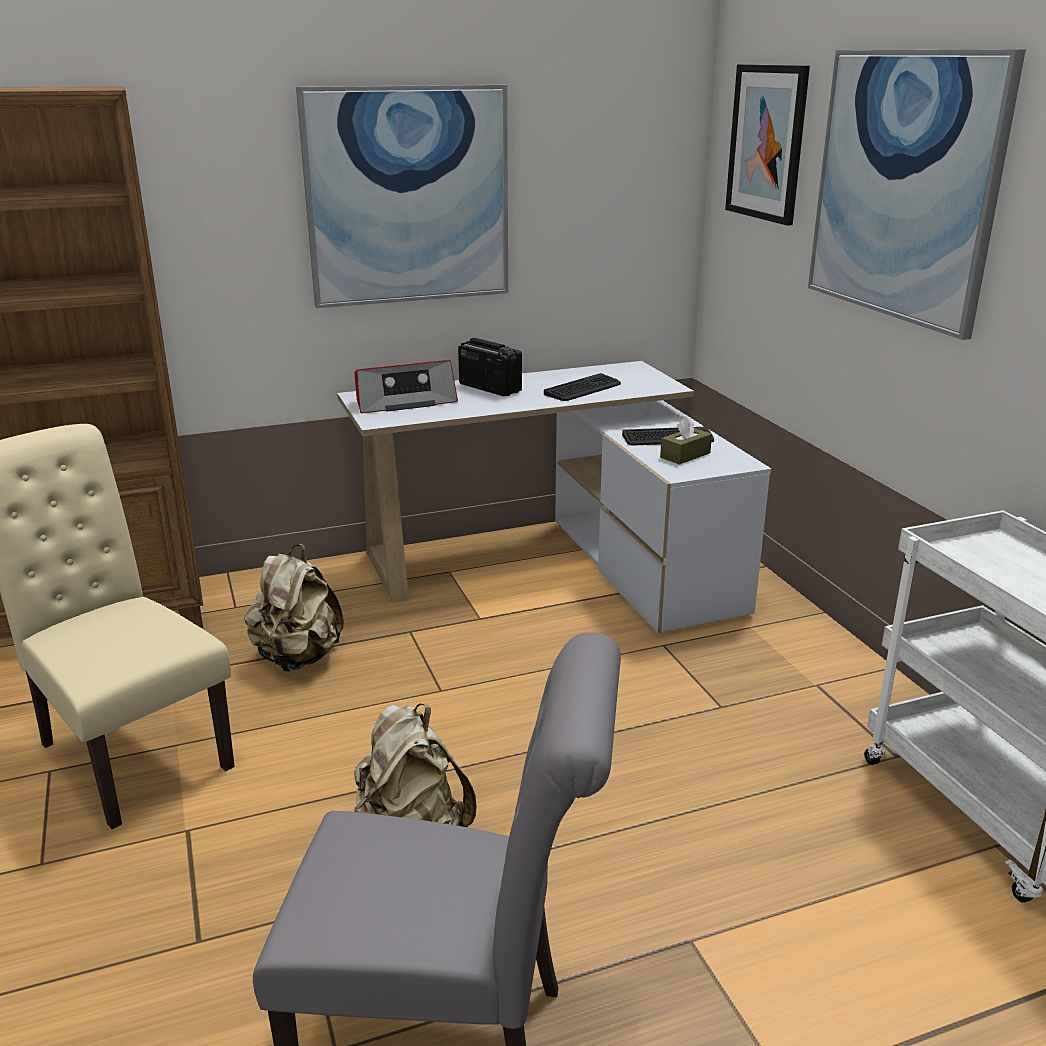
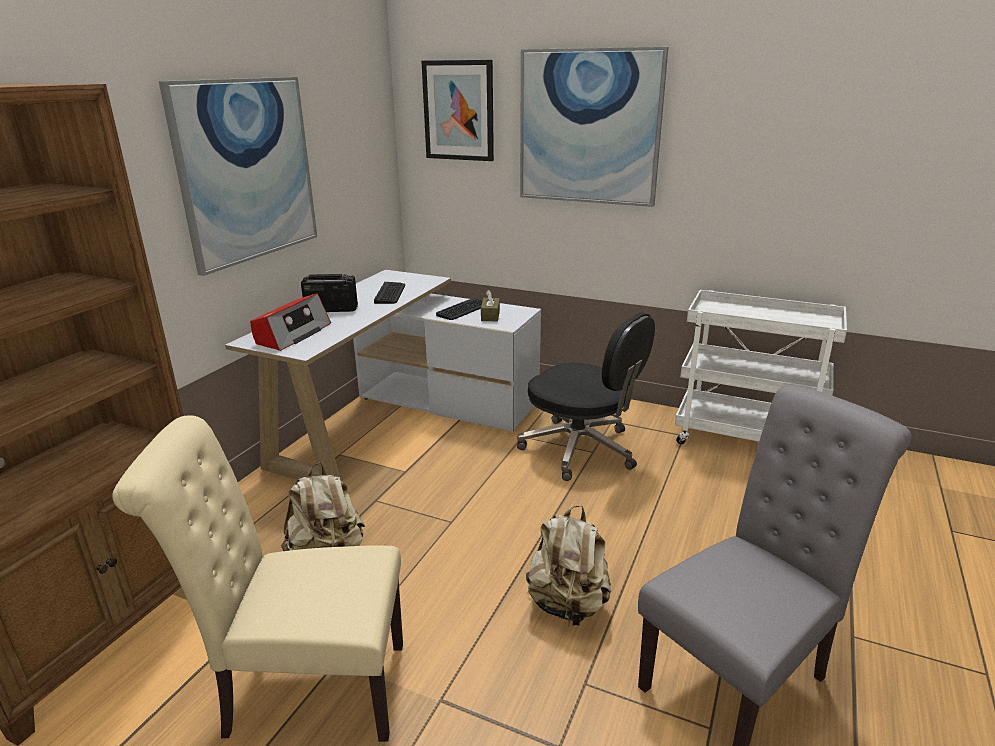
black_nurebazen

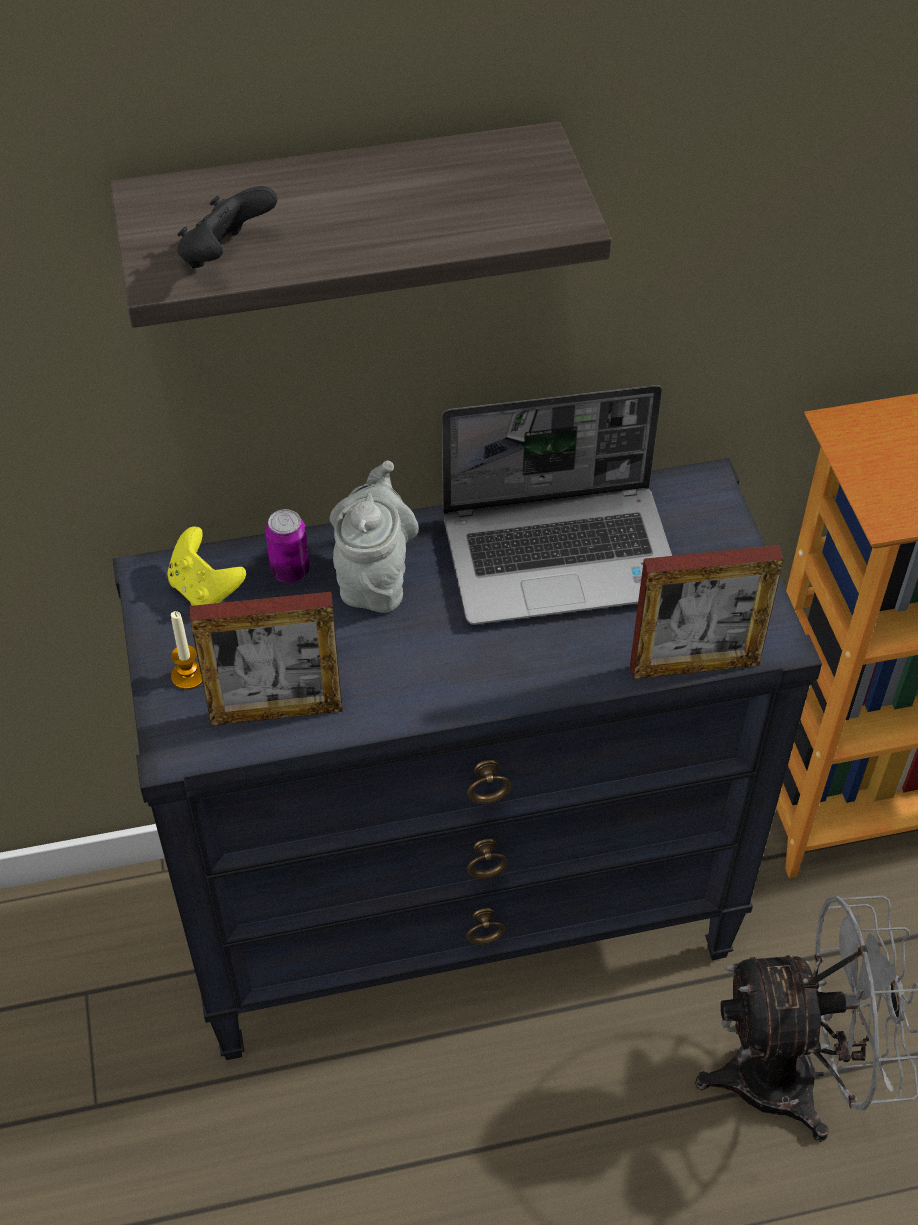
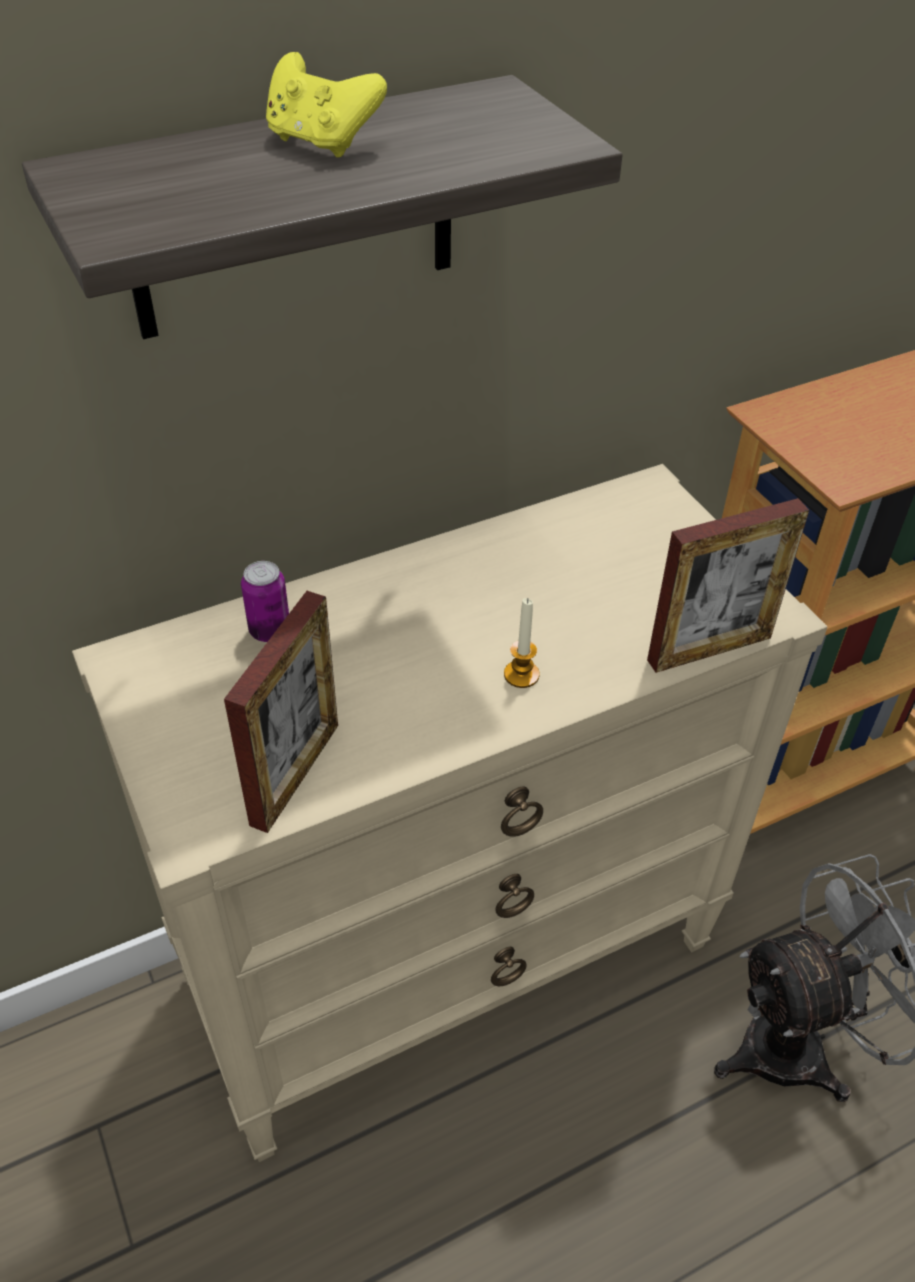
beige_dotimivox
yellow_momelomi
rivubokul
black_momelomi
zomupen (no. 1 from left)
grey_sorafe
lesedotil

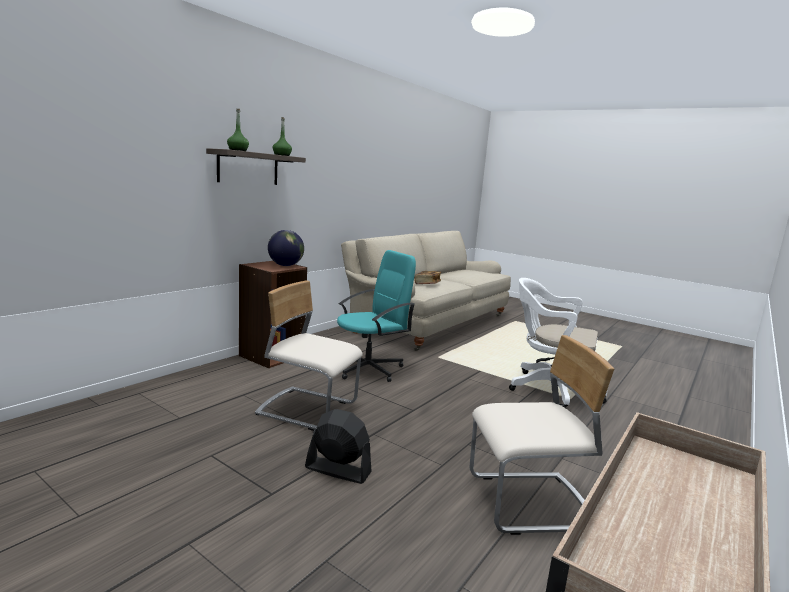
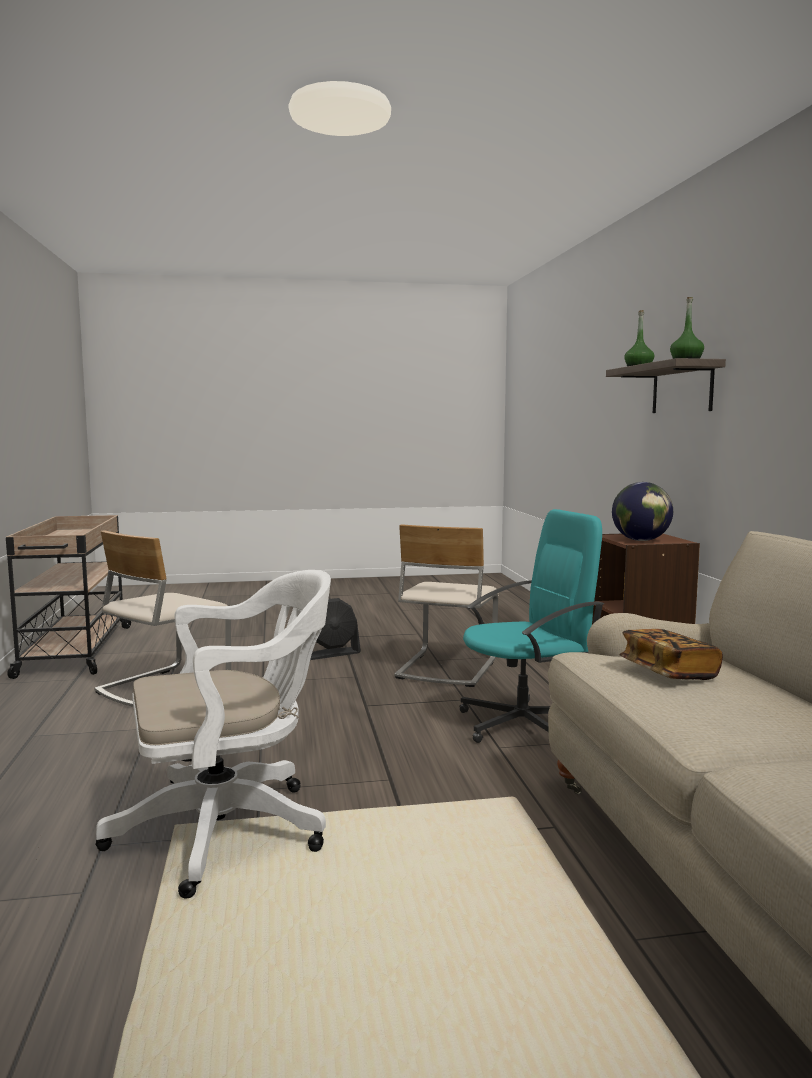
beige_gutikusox (no. 2 from left)
turquoise_nurebazen

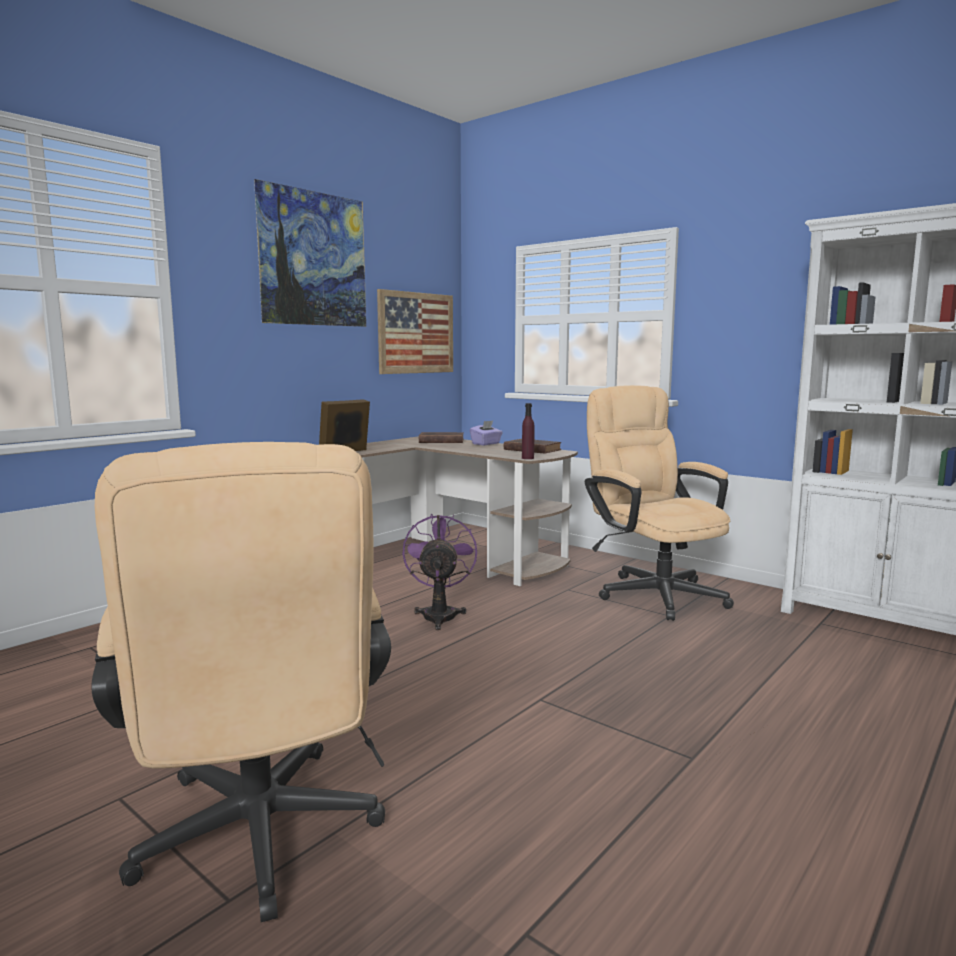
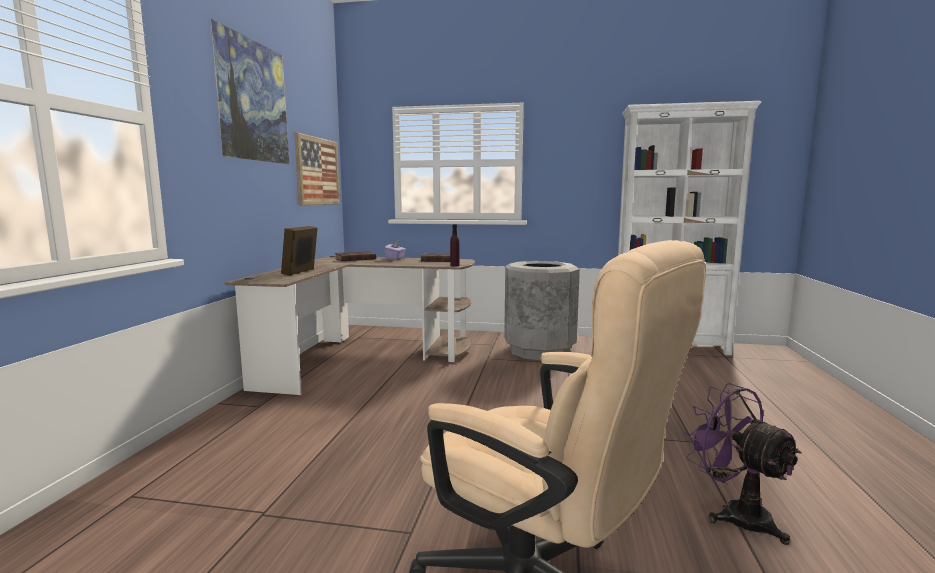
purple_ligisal
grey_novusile

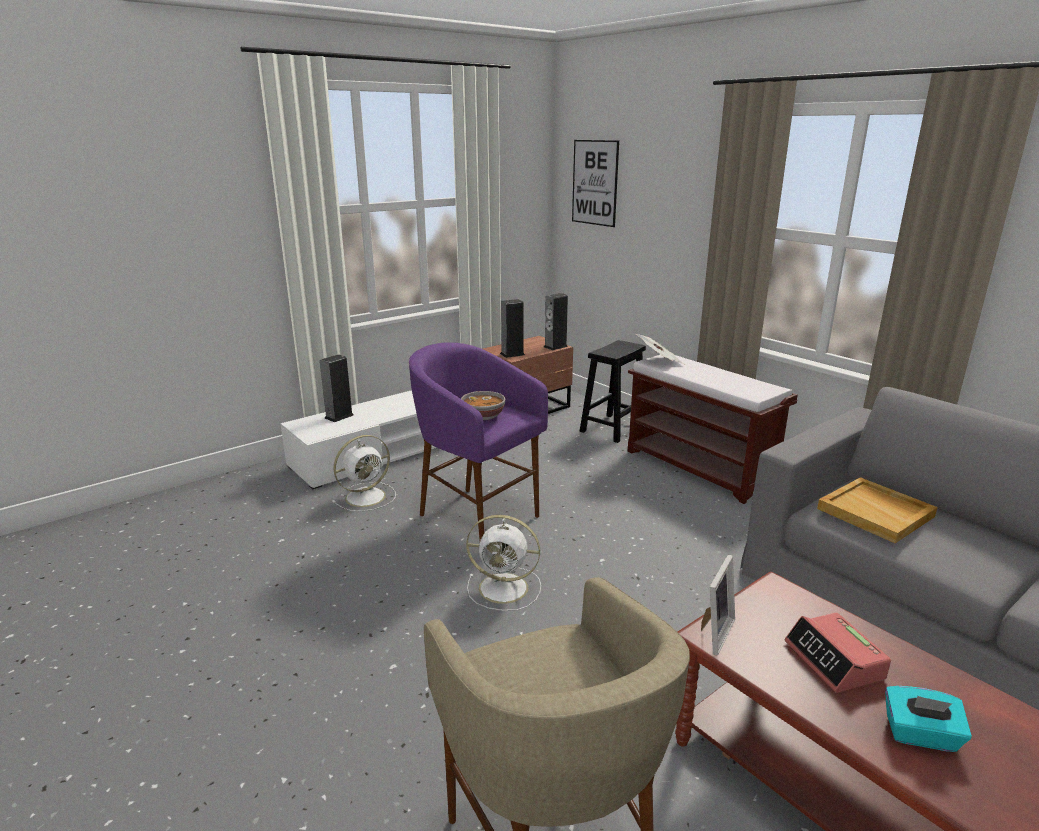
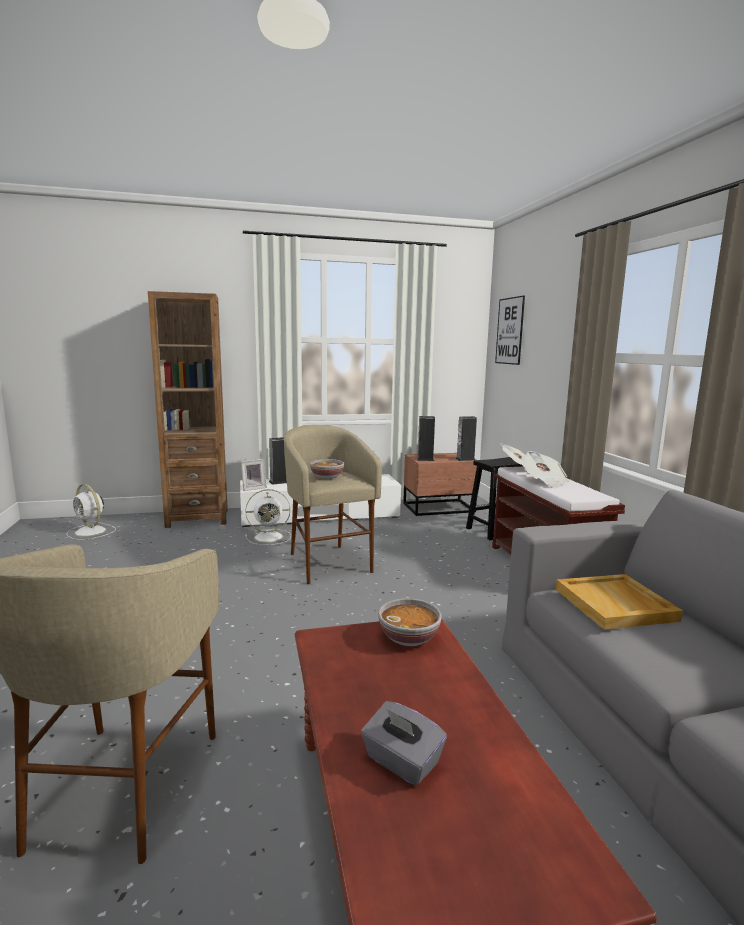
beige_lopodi (no. 2 from left)
white_ligisal (no. 1 from left)
zomupen
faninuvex
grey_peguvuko
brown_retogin
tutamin (no. 2 from left)
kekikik (no. 2 from left)

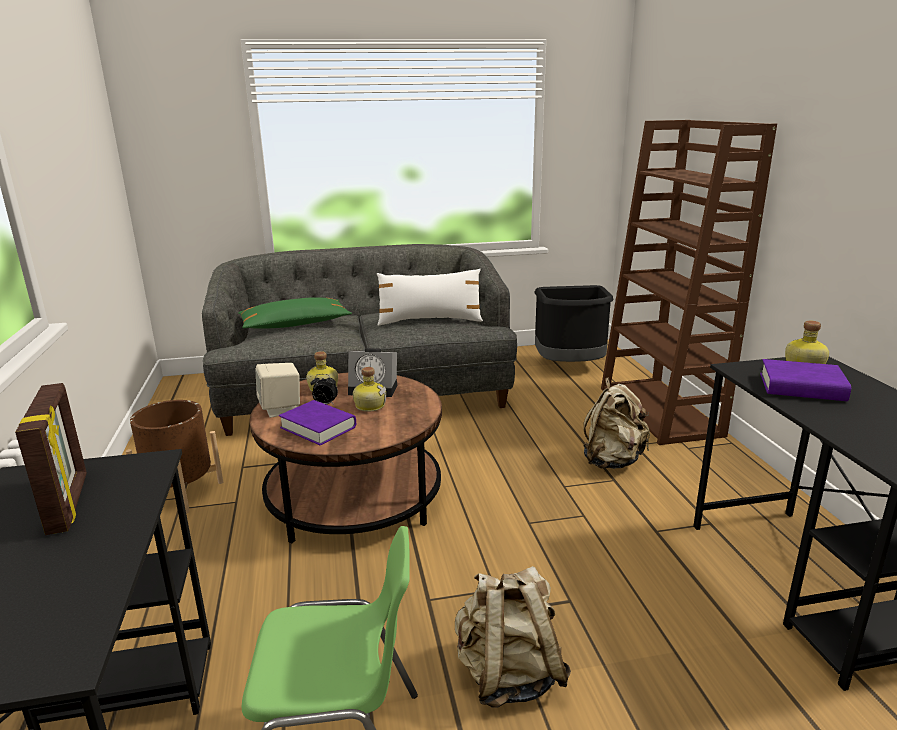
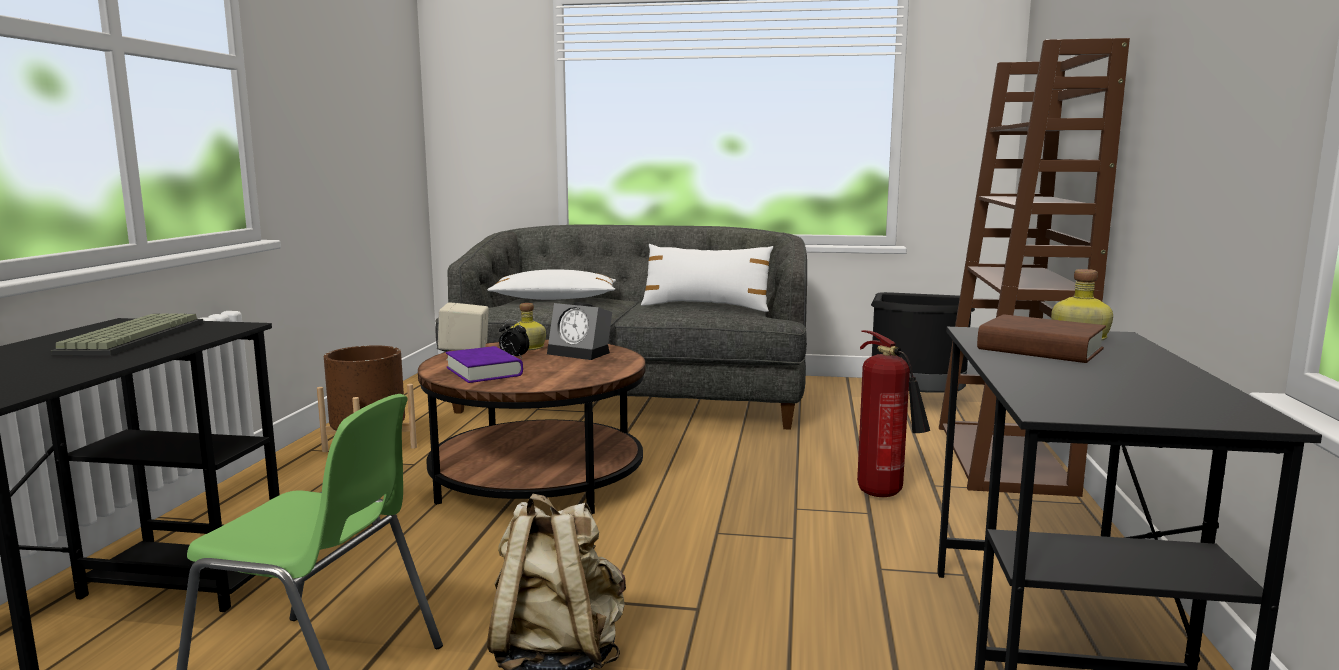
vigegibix
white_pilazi (no. 1 from left)
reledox (no. 2 from left in the first image)
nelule
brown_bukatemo

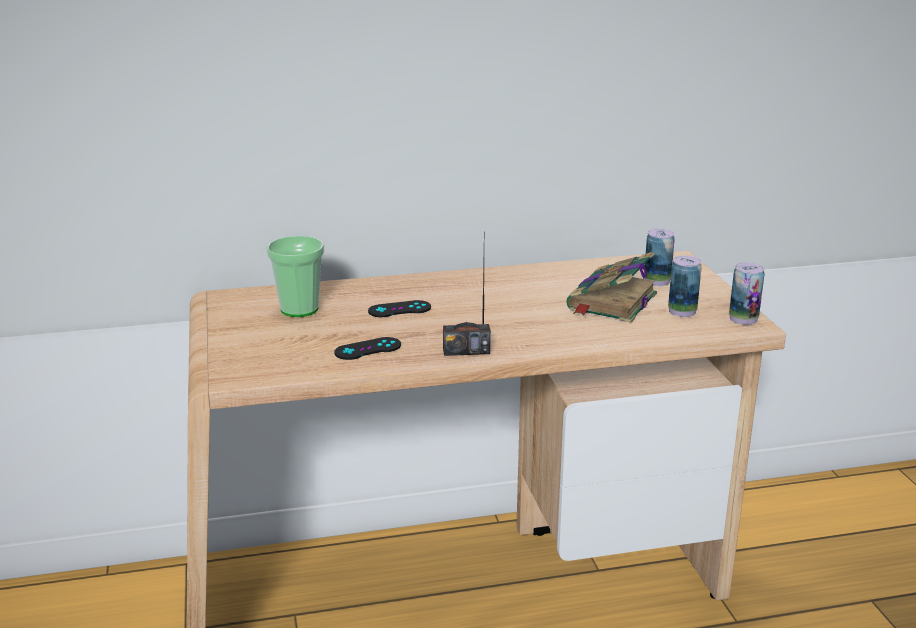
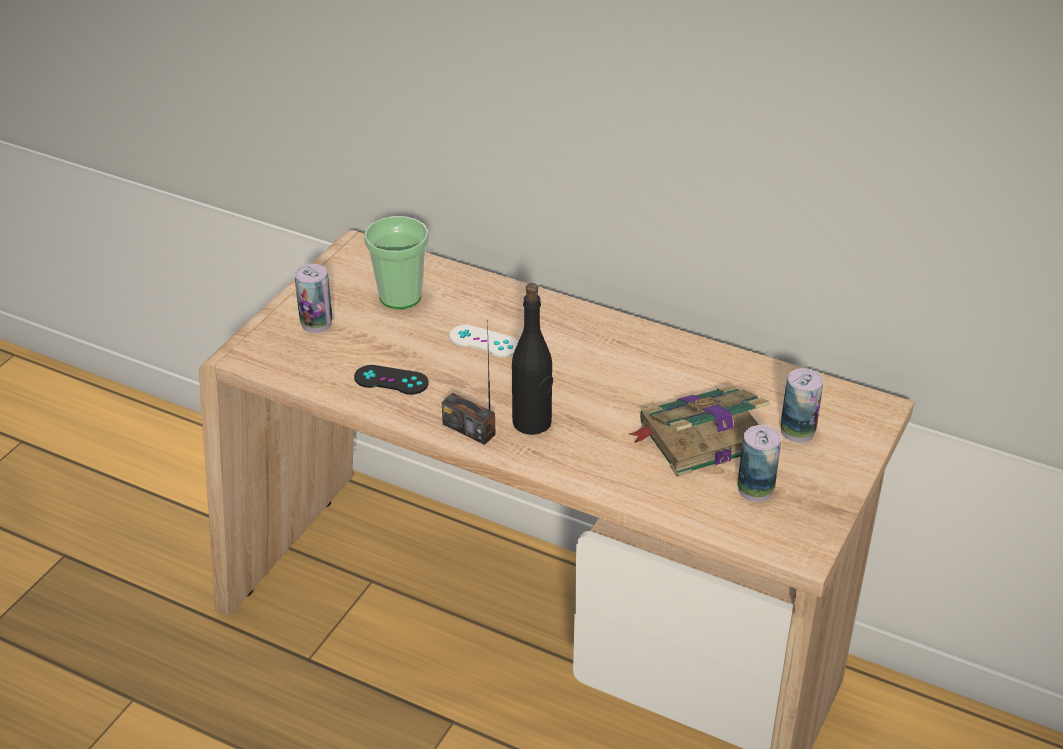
white_momelomi
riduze (no. 1 from left)
black_reledox

